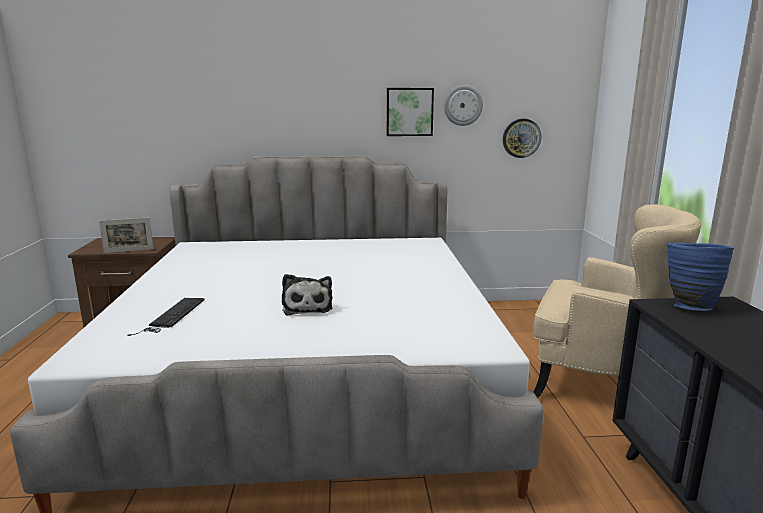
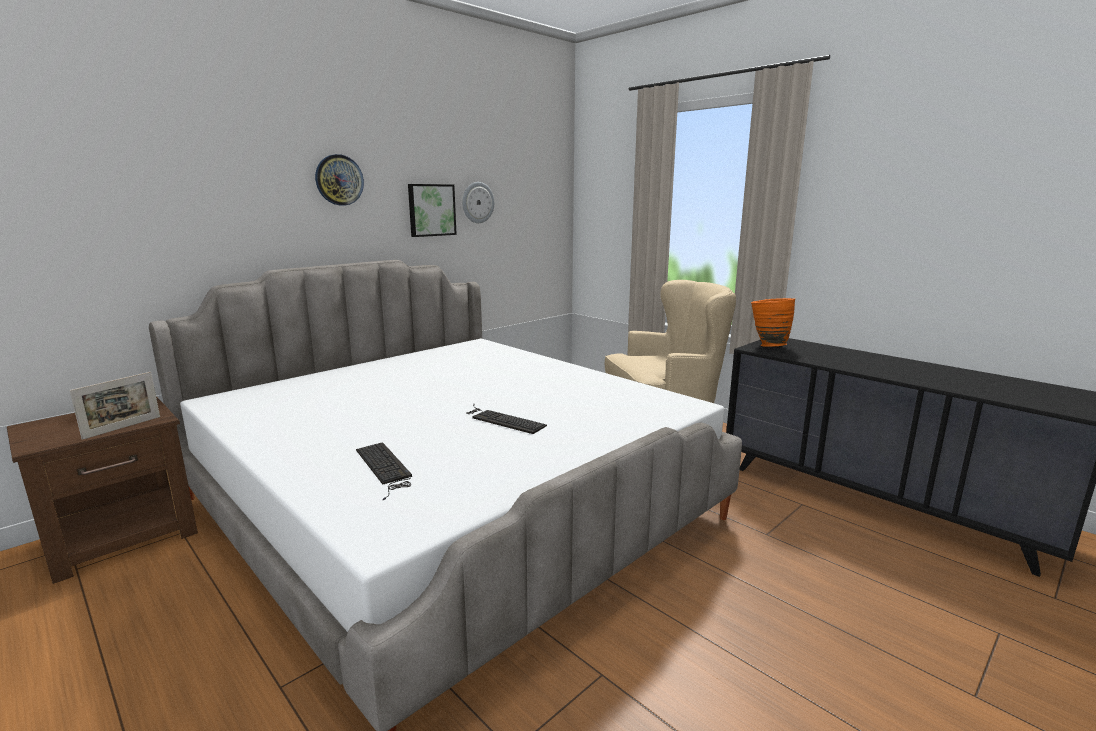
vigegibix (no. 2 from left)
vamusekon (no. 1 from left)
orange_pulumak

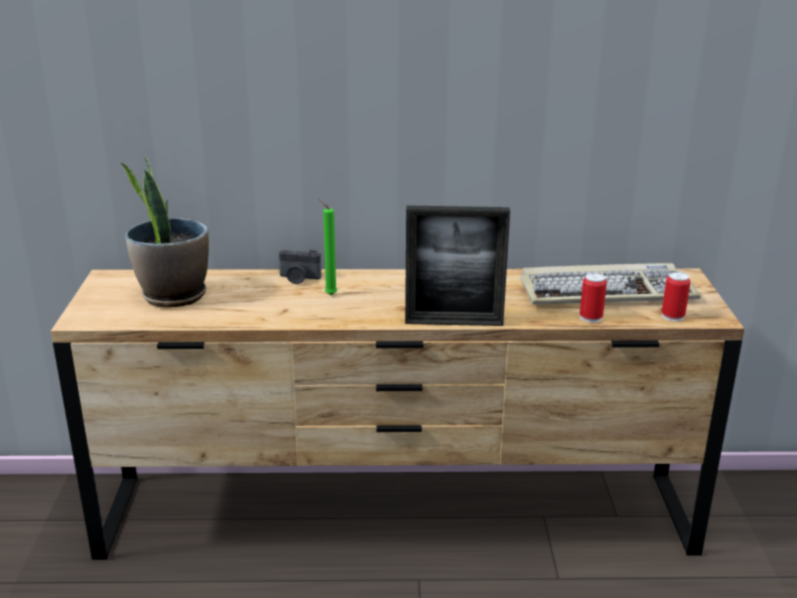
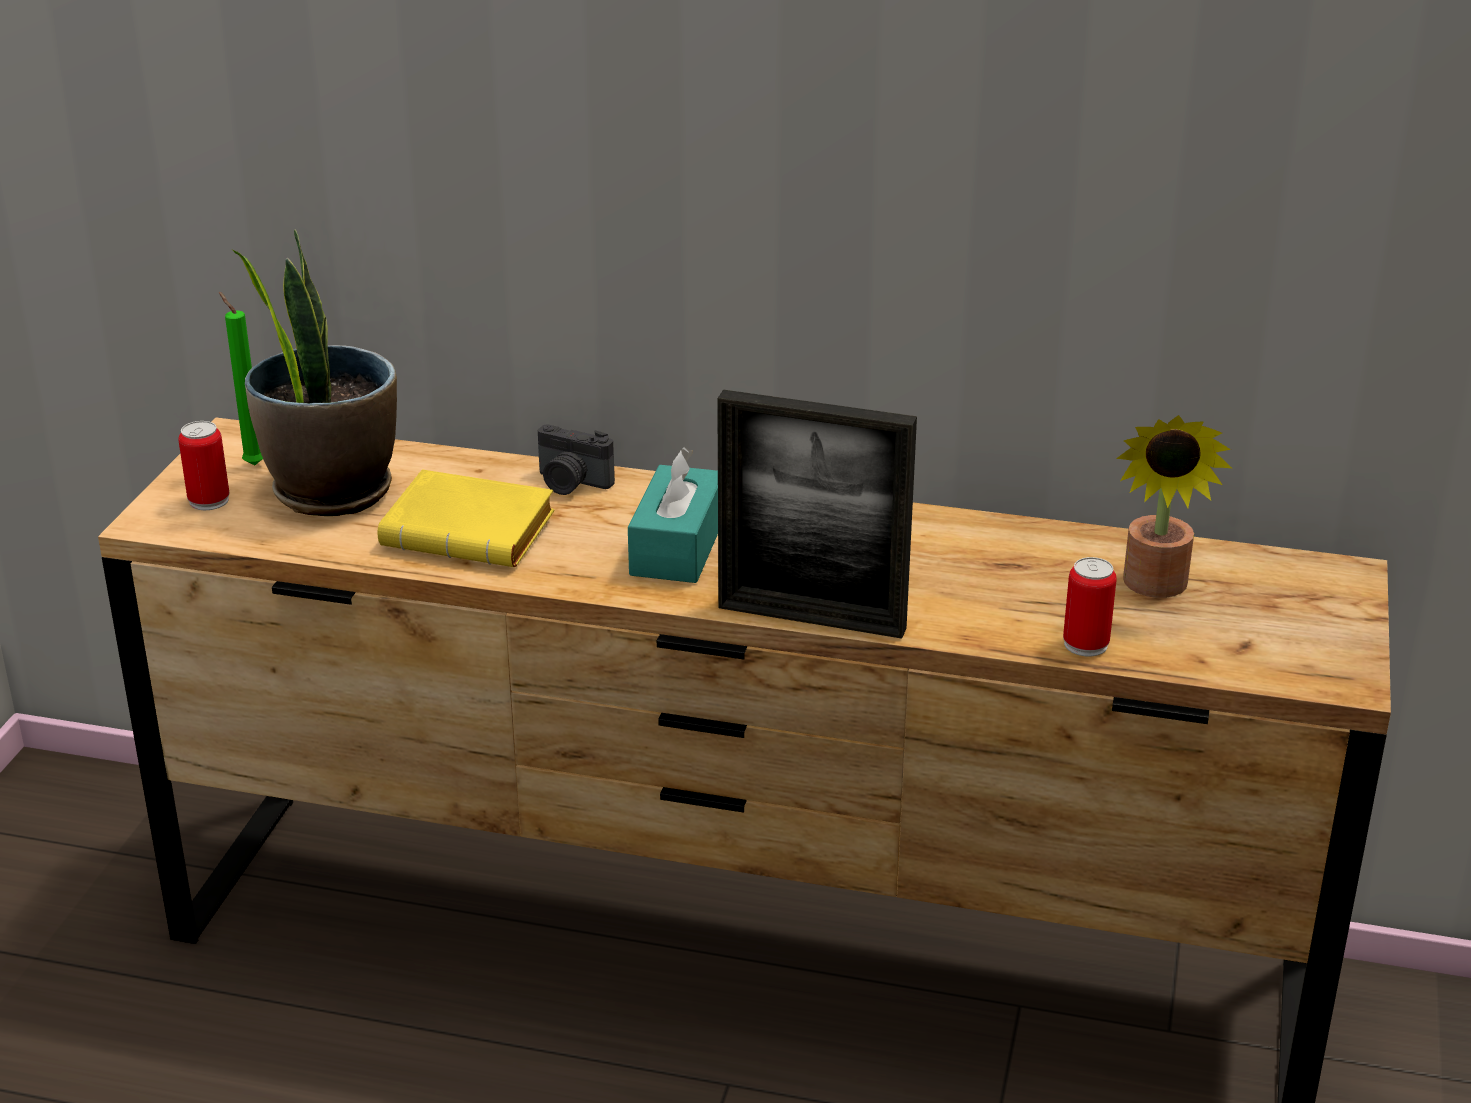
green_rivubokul
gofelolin (no. 2 from left)
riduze (no. 1 from left)
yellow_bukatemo
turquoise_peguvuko

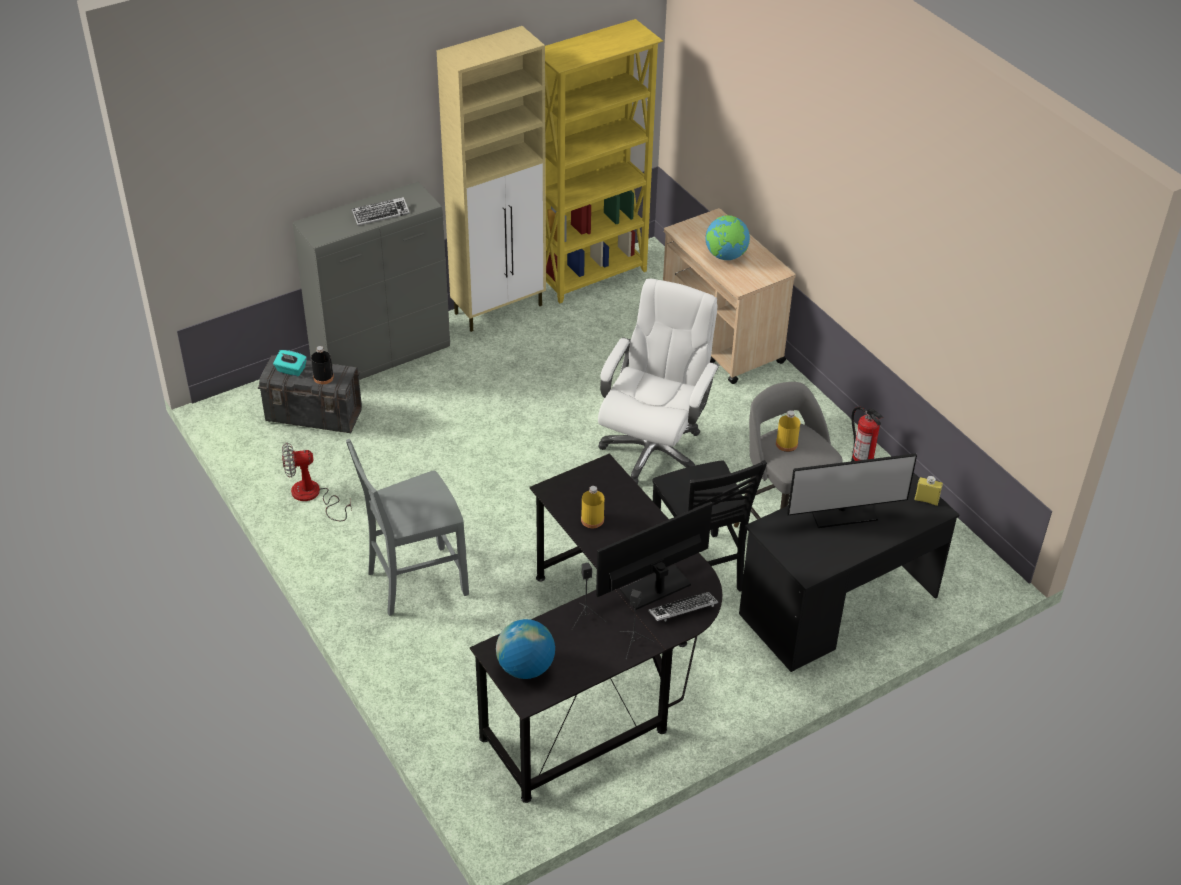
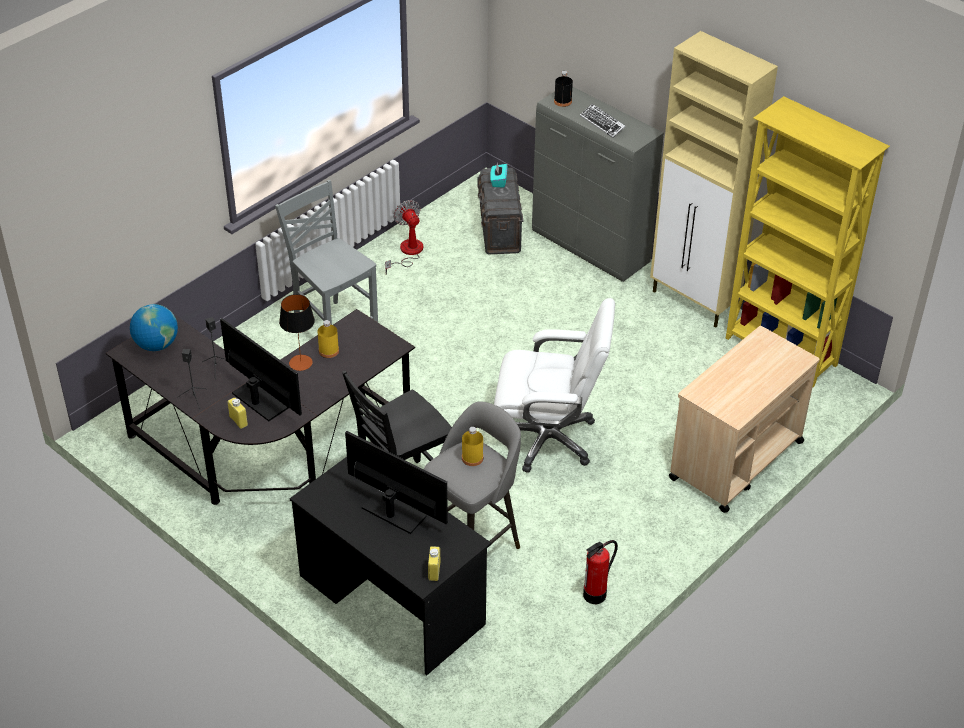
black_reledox
yellow_reledox (no. 1 from left)
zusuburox (no. 2 from left in the first image)
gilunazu (no. 2 from left)
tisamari

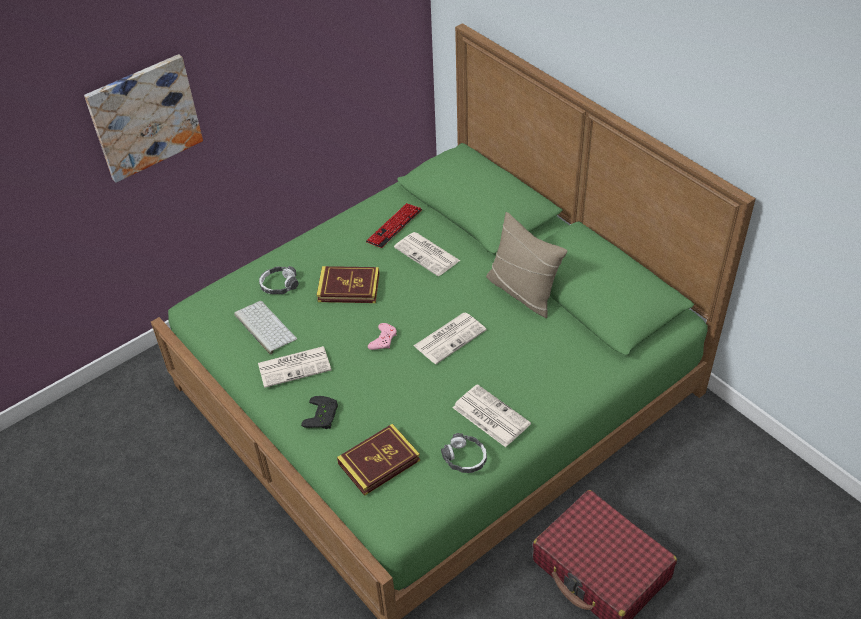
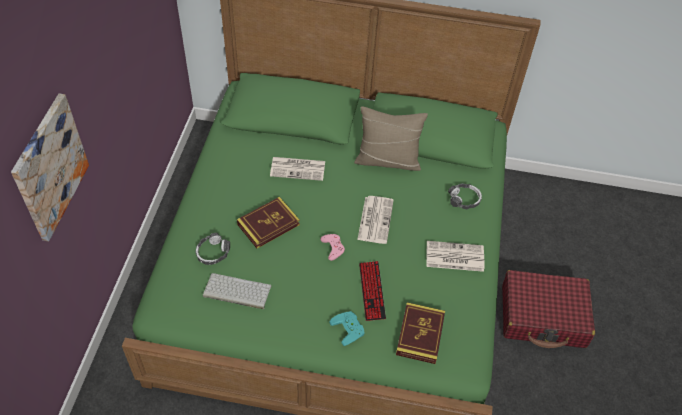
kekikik (no. 1 from left in the first image)
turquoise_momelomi
vigegibix (no. 2 from left)
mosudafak (no. 2 from left)

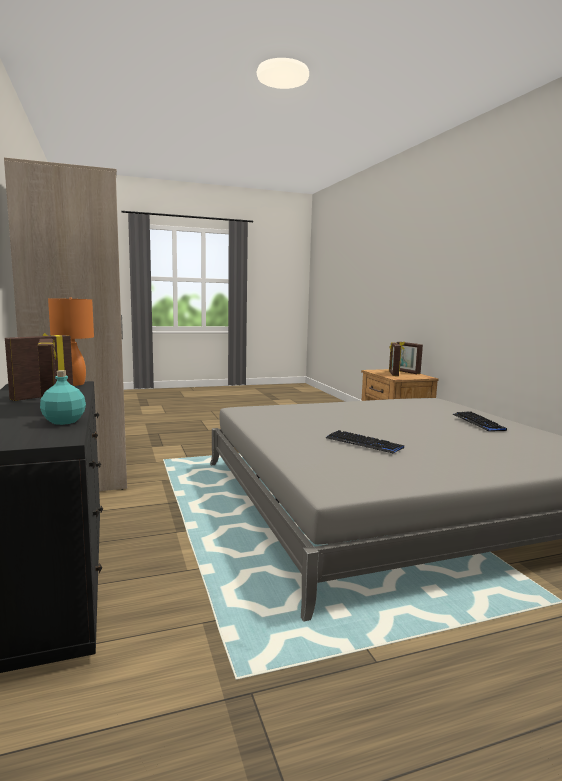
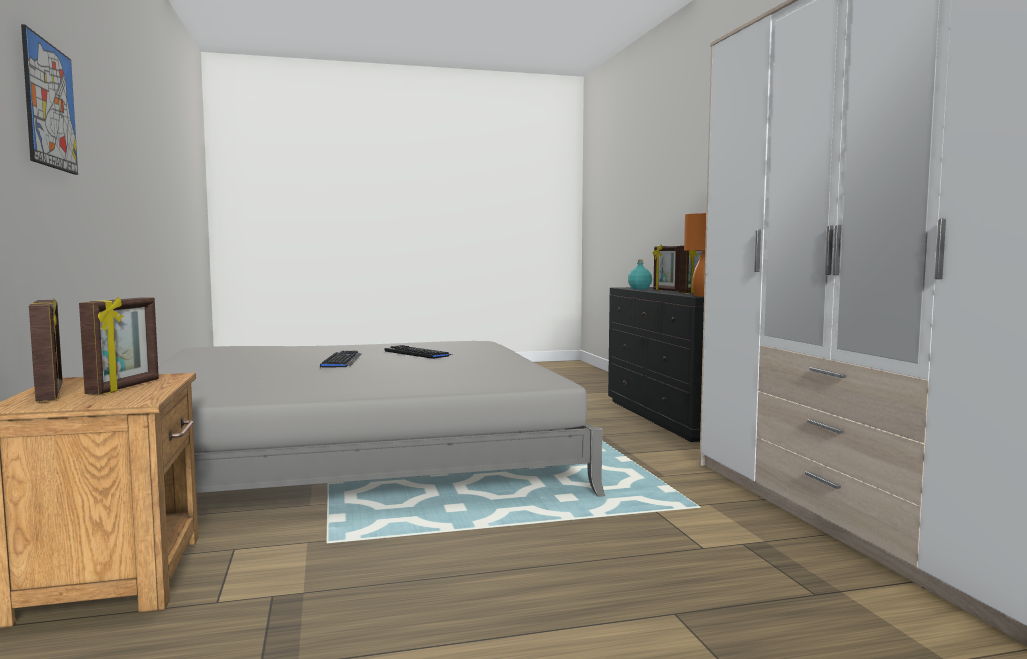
vigegibix (no. 1 from left)
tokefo

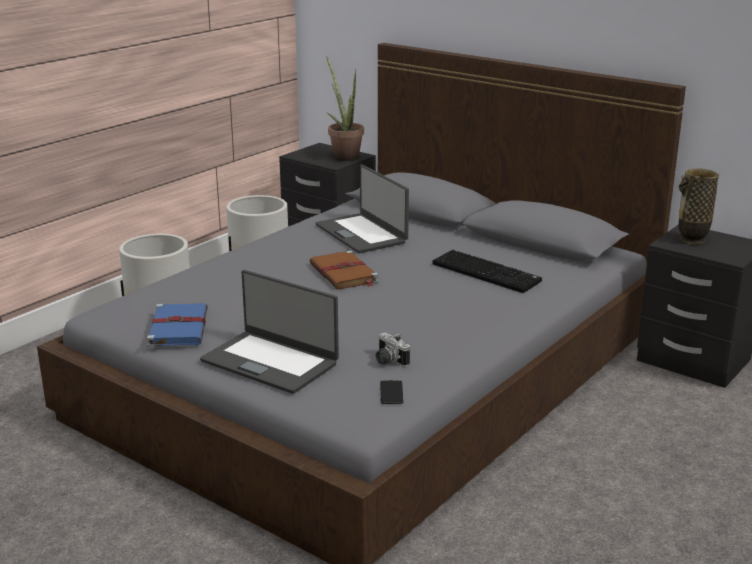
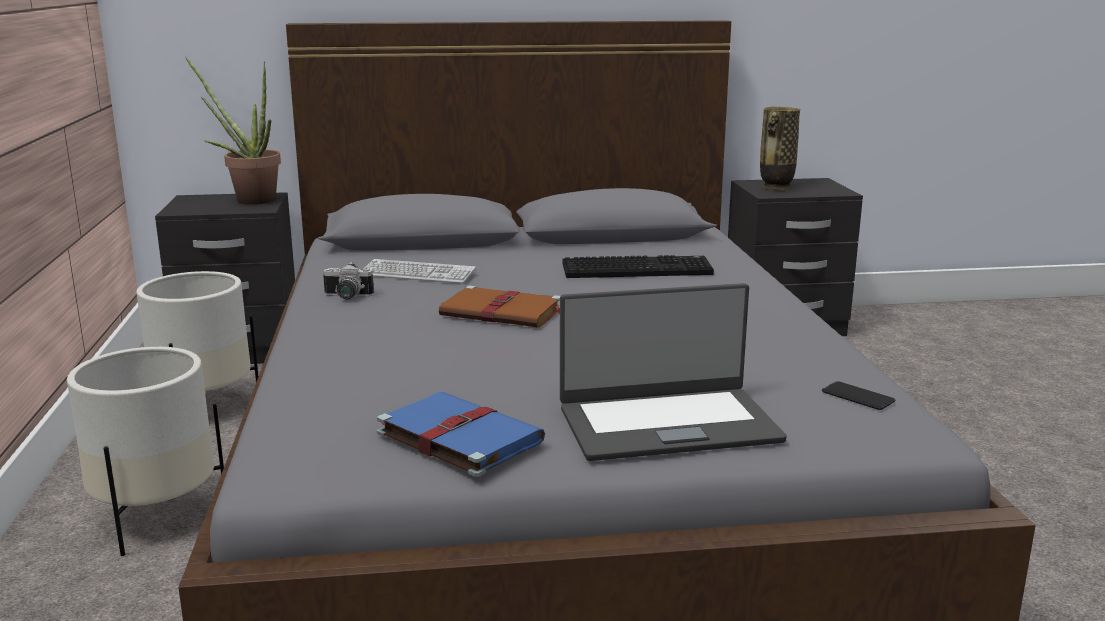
vigegibix (no. 1 from left)
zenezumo

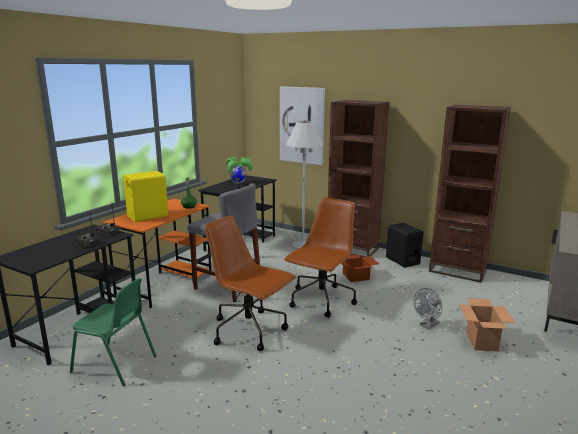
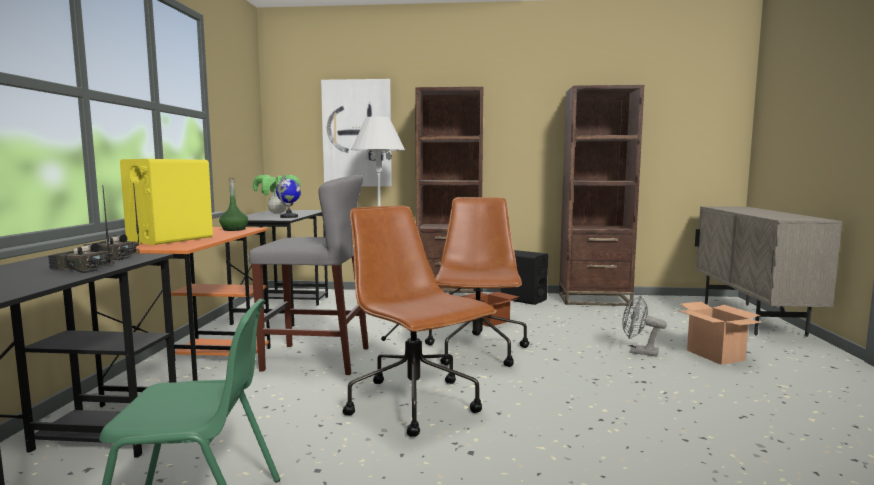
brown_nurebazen (no. 1 from left)
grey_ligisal

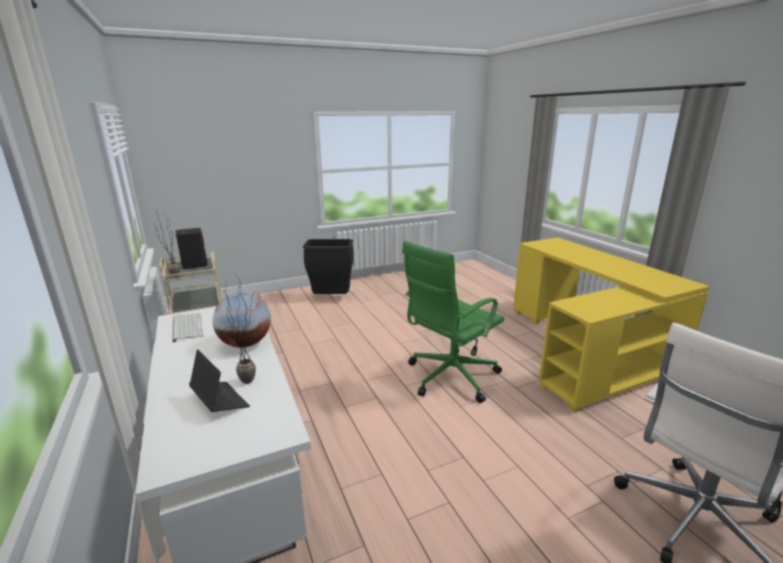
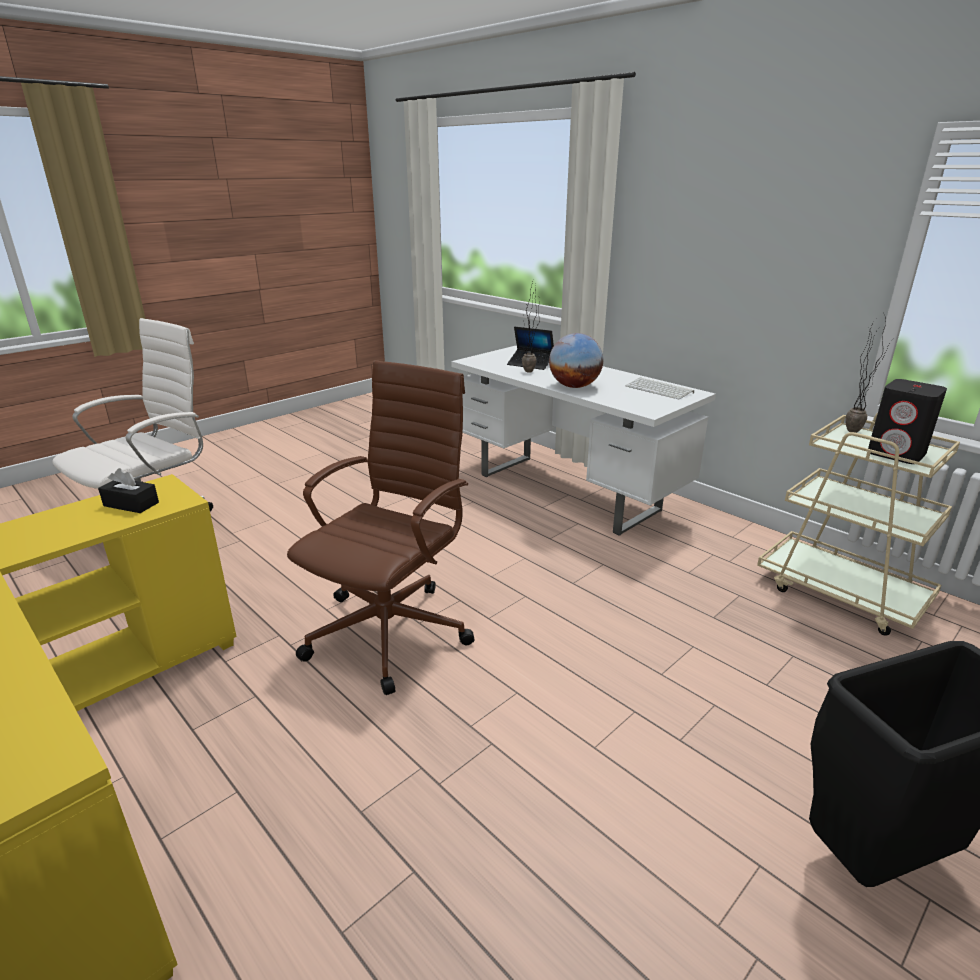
brown_nurebazen
black_peguvuko

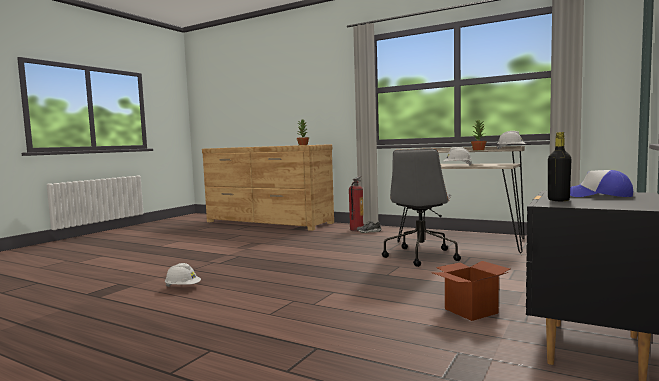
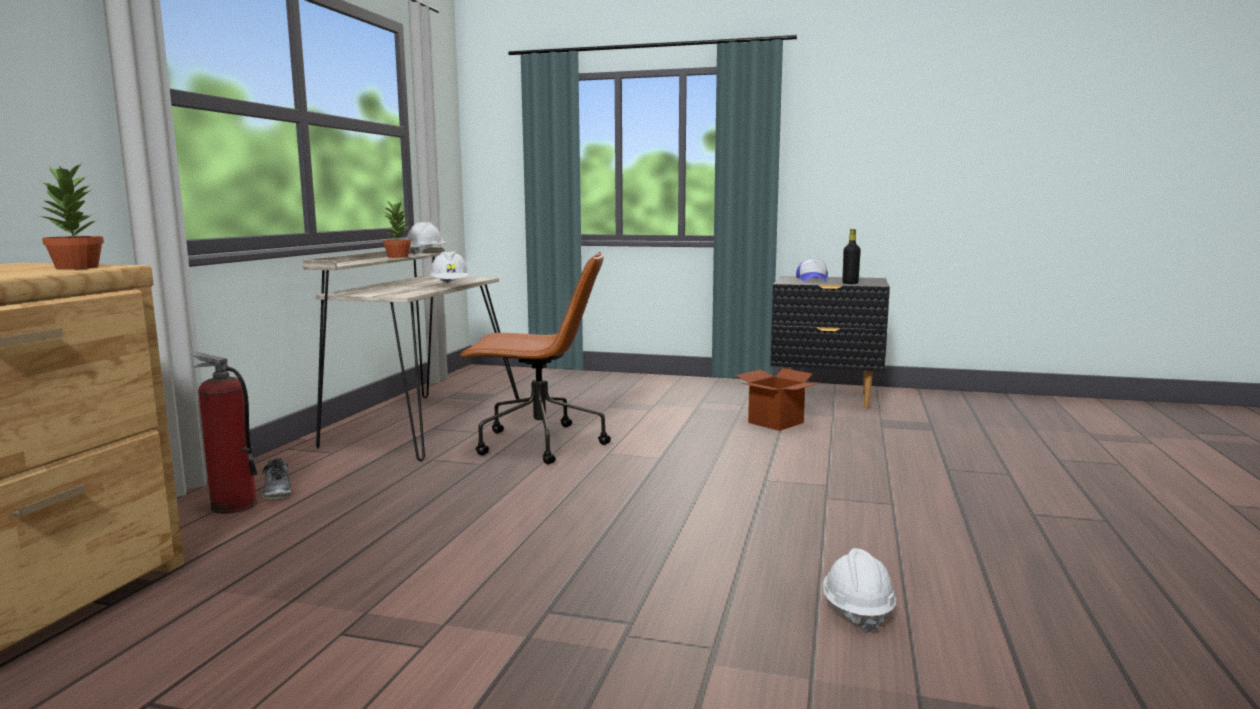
brown_nurebazen

